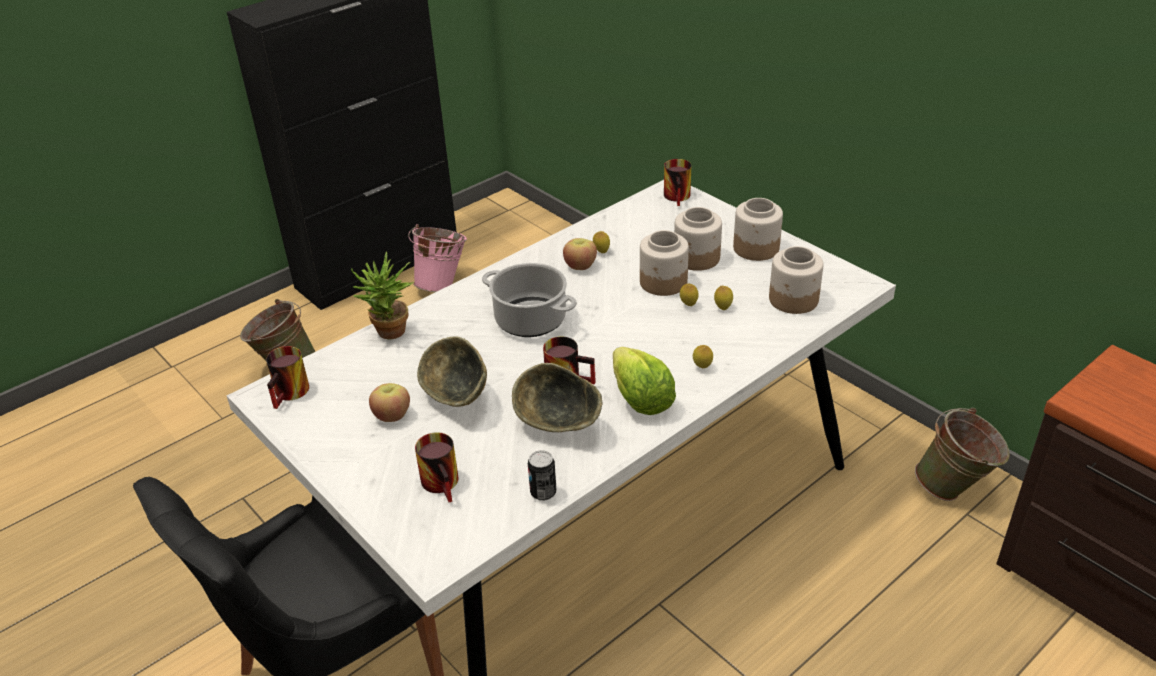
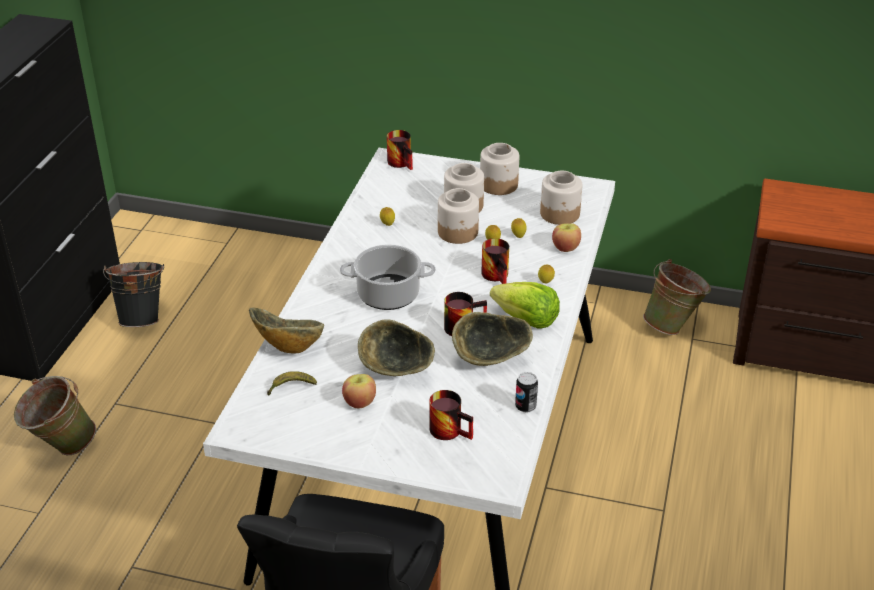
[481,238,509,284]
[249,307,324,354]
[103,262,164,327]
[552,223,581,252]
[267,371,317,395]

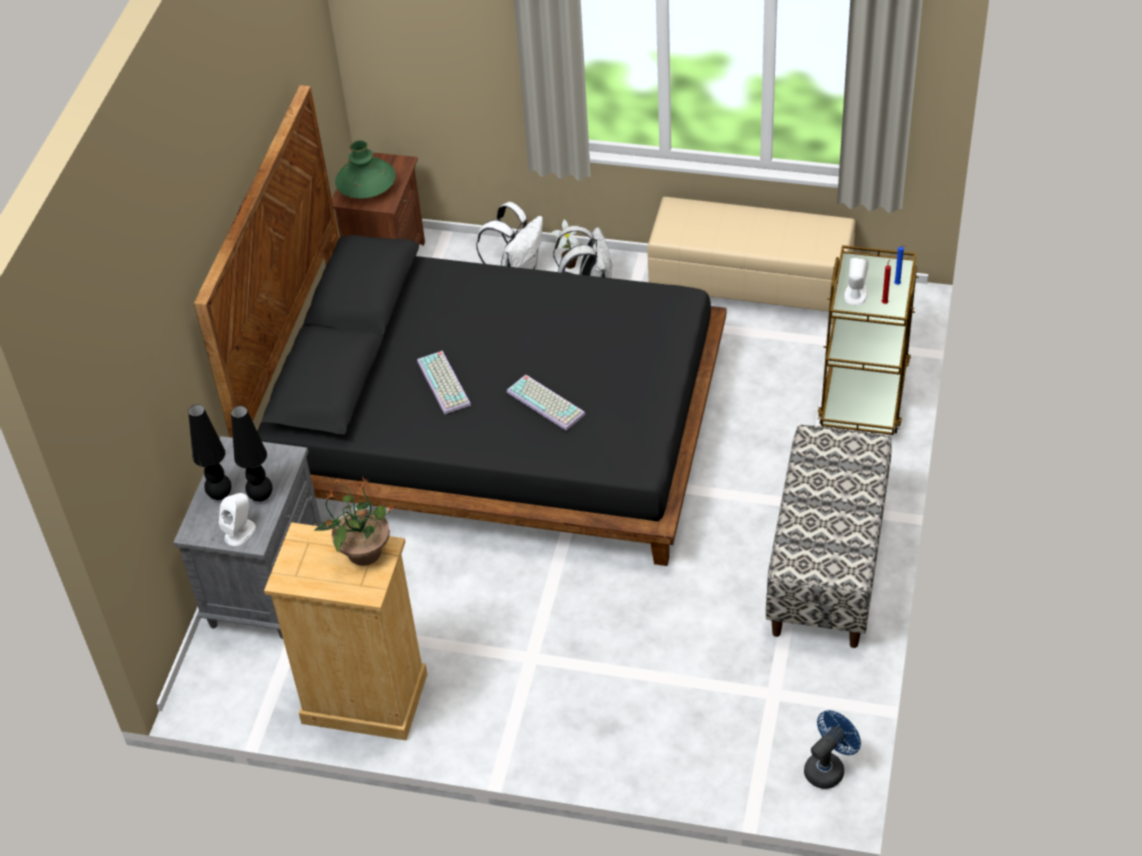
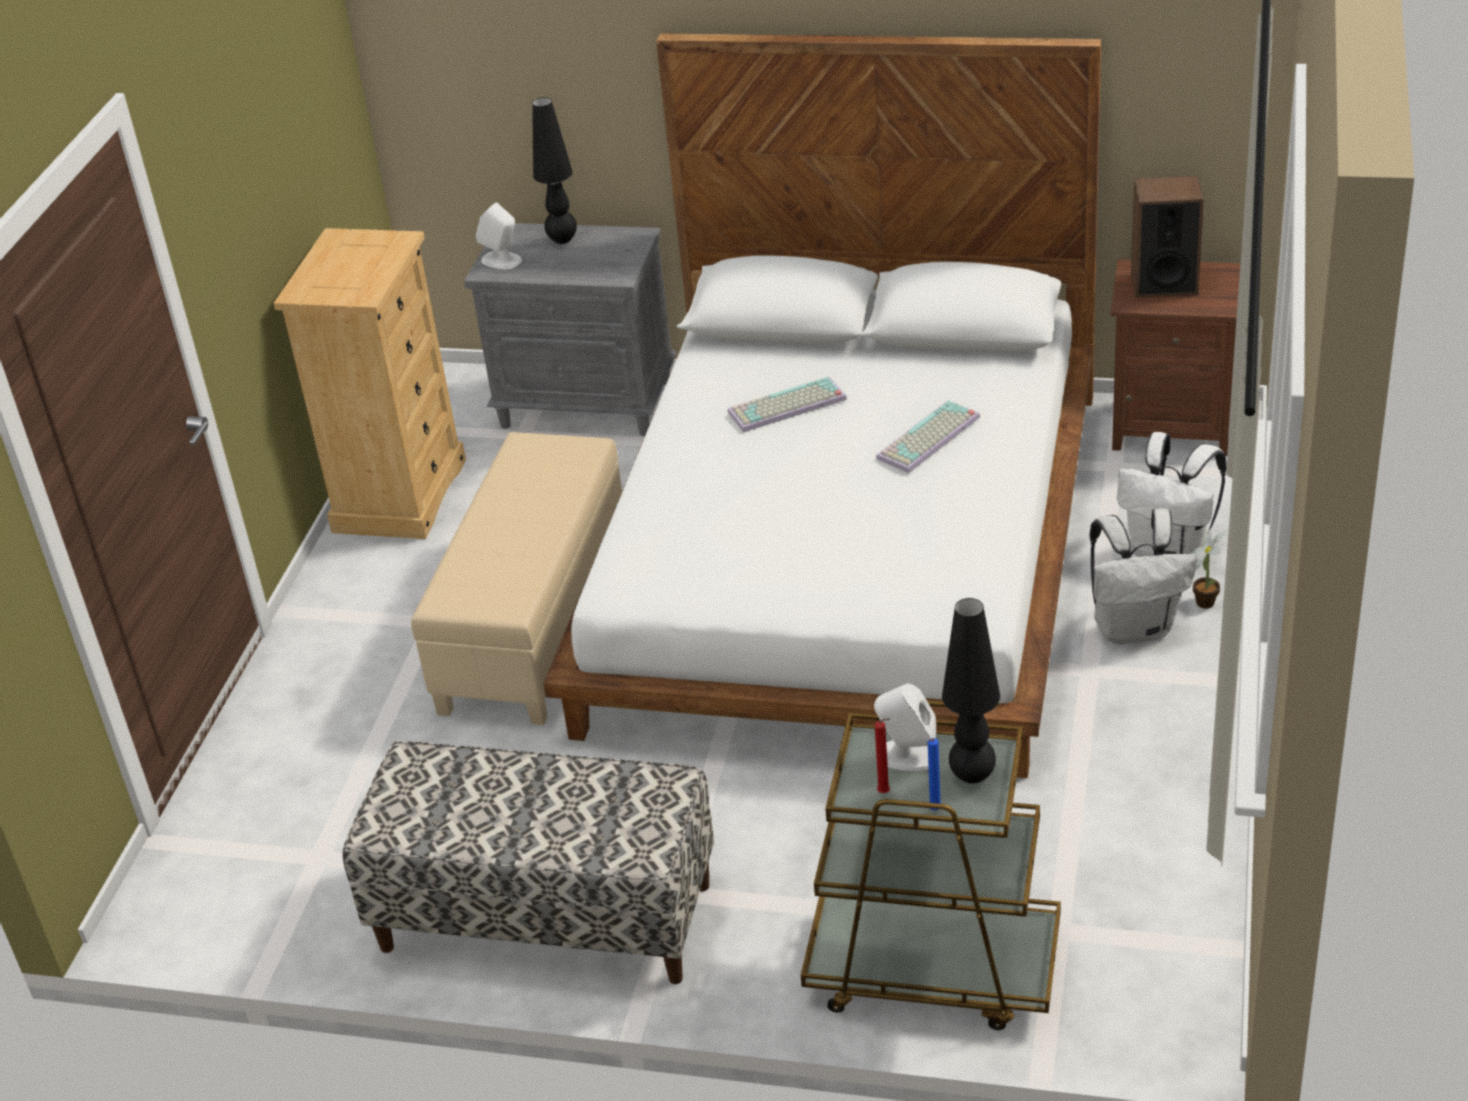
[543,33,1101,778]
[942,598,1000,784]
[314,476,396,566] (first image)
[1131,175,1204,298]
[876,400,980,473]
[411,432,622,725]
[804,710,861,789] (first image)

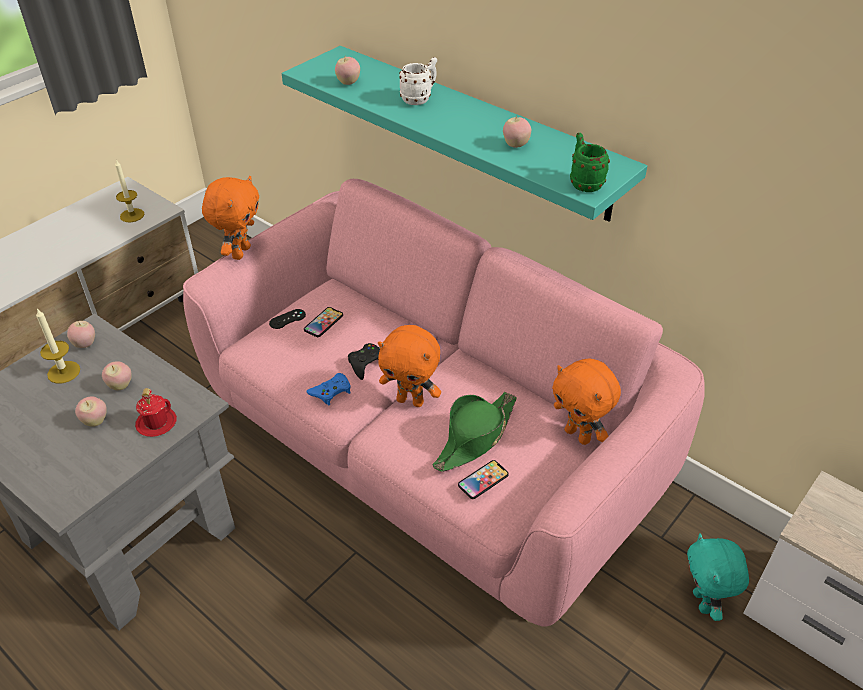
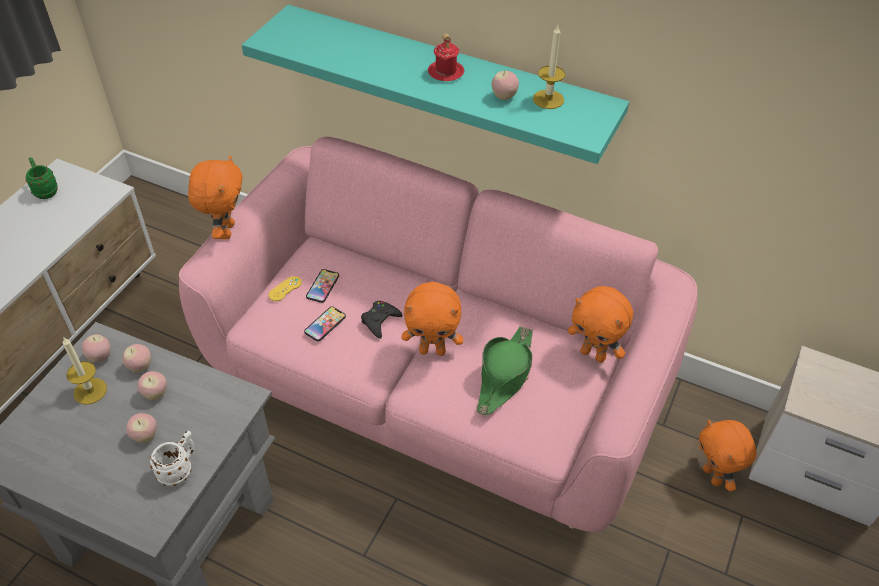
[533,25,566,109]
[428,33,464,81]
[268,276,302,301]
[306,373,351,405] (first image)
[122,344,151,372]
[150,431,194,487]
[304,306,346,342]
[26,157,58,199]
[699,420,757,491]

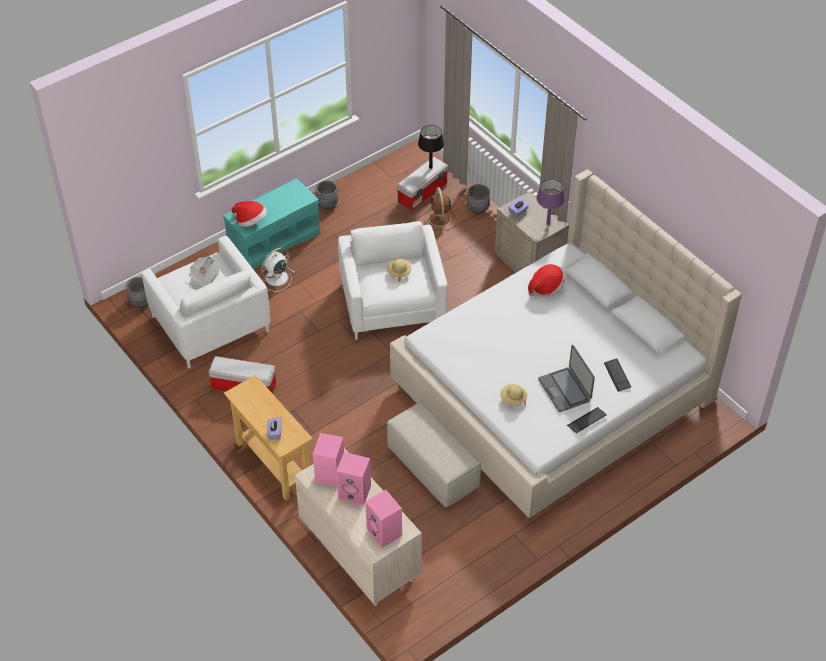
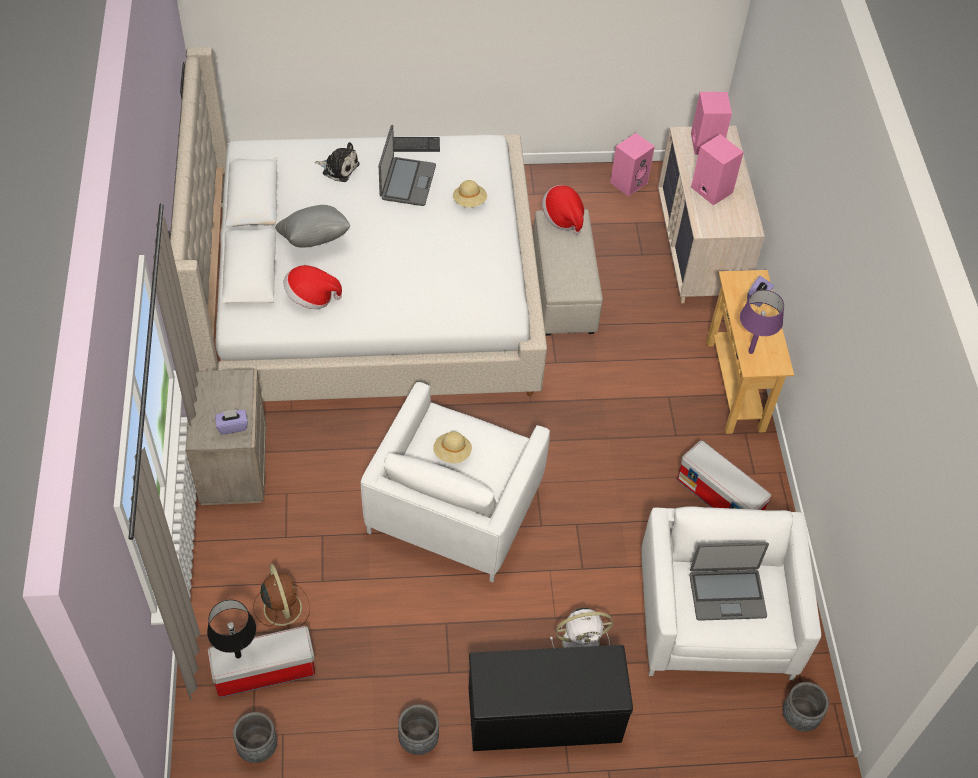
[689,542,769,621]
[468,645,633,751]
[542,185,584,235]
[610,133,655,197]
[253,564,310,627]
[233,712,277,763]
[740,290,784,354]
[315,142,360,182]
[275,205,350,248]

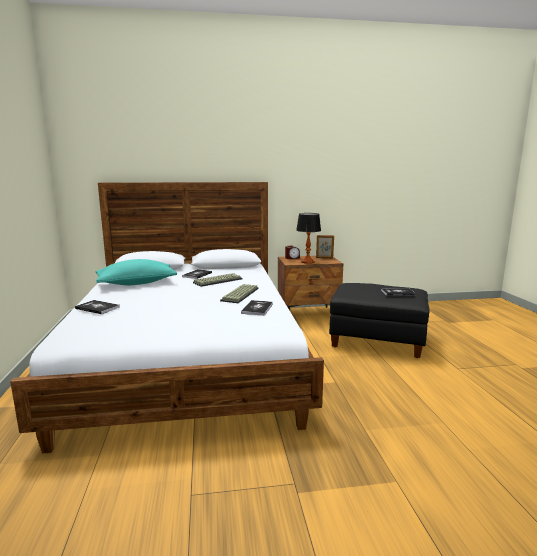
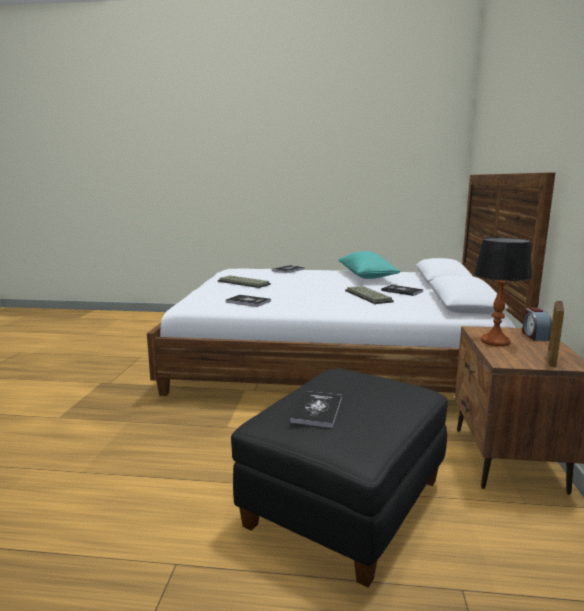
[218,275,271,288]

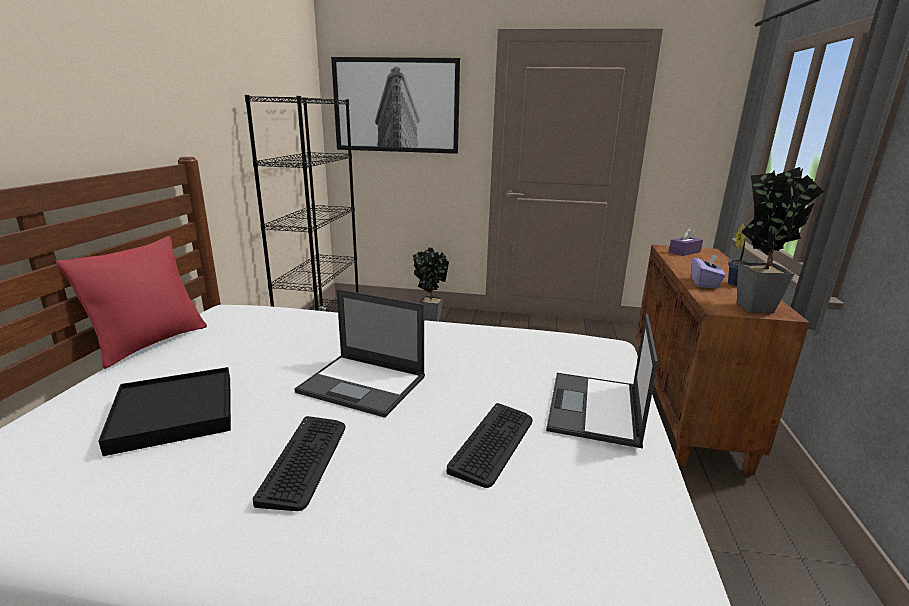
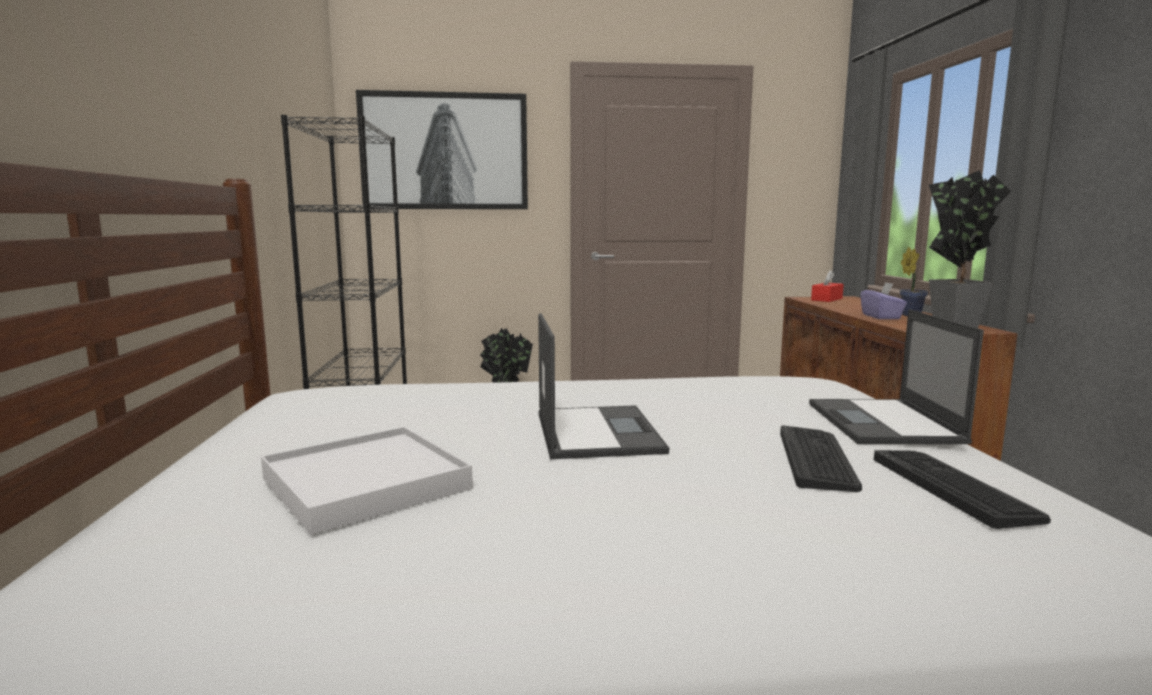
[56,236,207,369] (first image)
[261,427,473,535]
[874,450,1051,529]
[538,313,669,459]
[811,270,844,302]

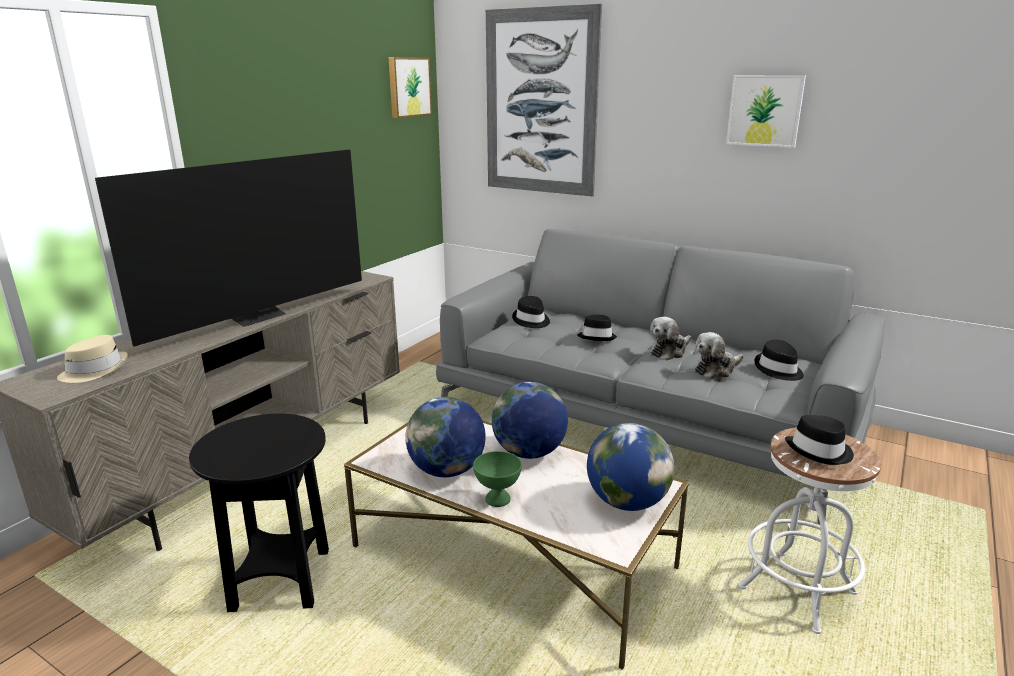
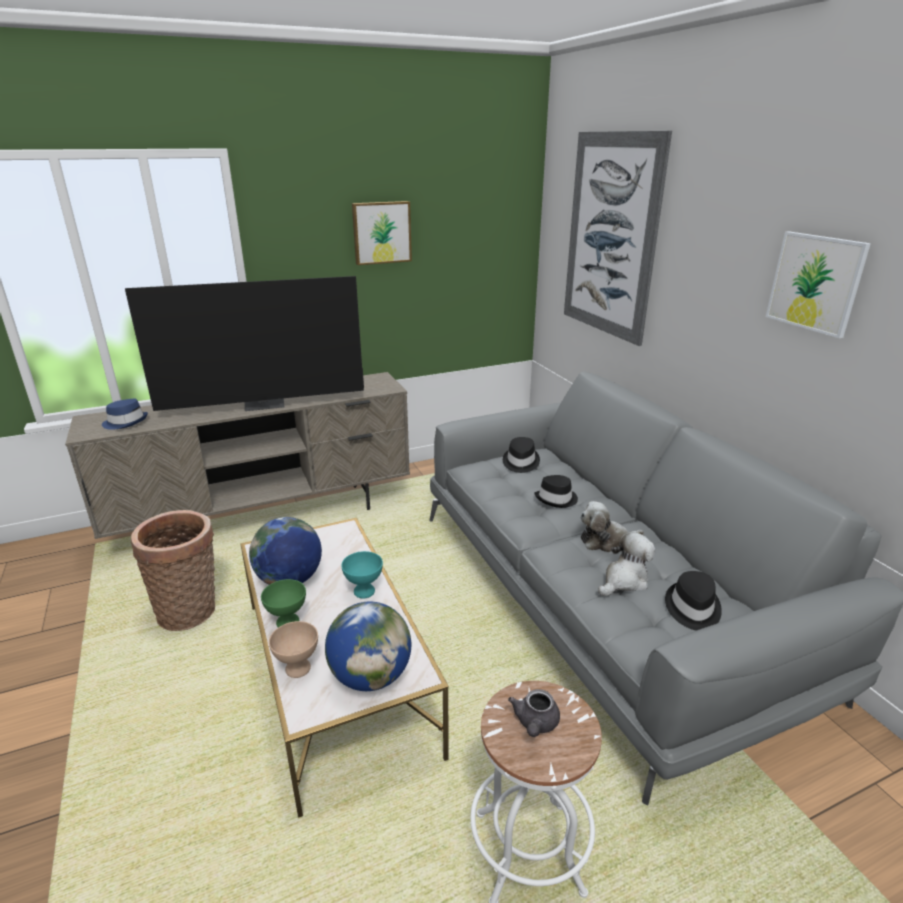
[102,398,148,430]
[131,510,215,631]
[352,201,412,265]
[341,551,383,598]
[598,532,655,596]
[508,689,560,737]
[269,621,318,678]

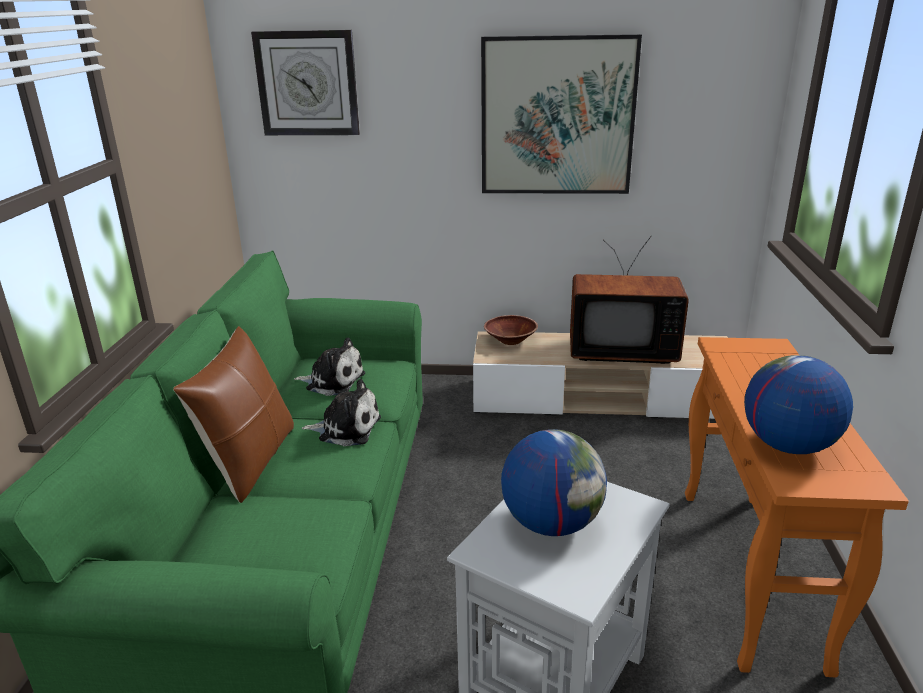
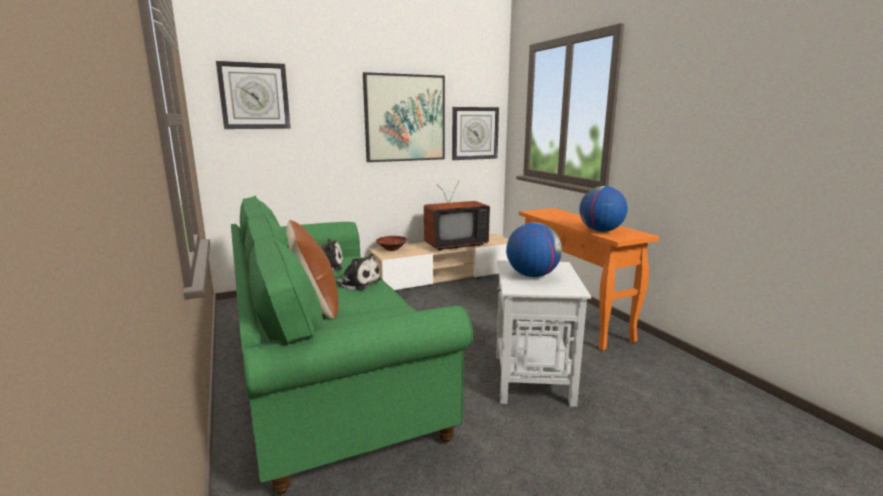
[335,254,381,290]
[452,107,499,160]

